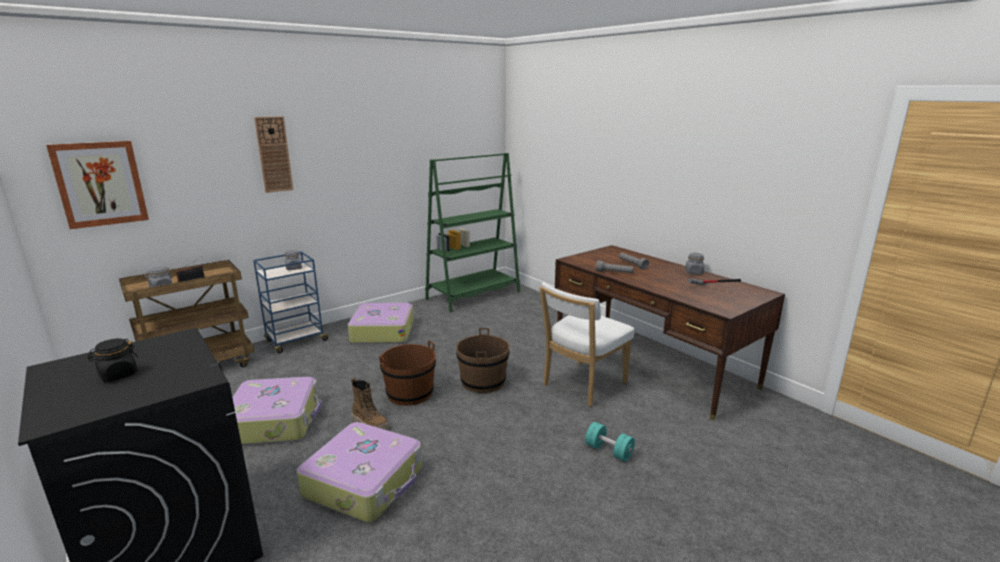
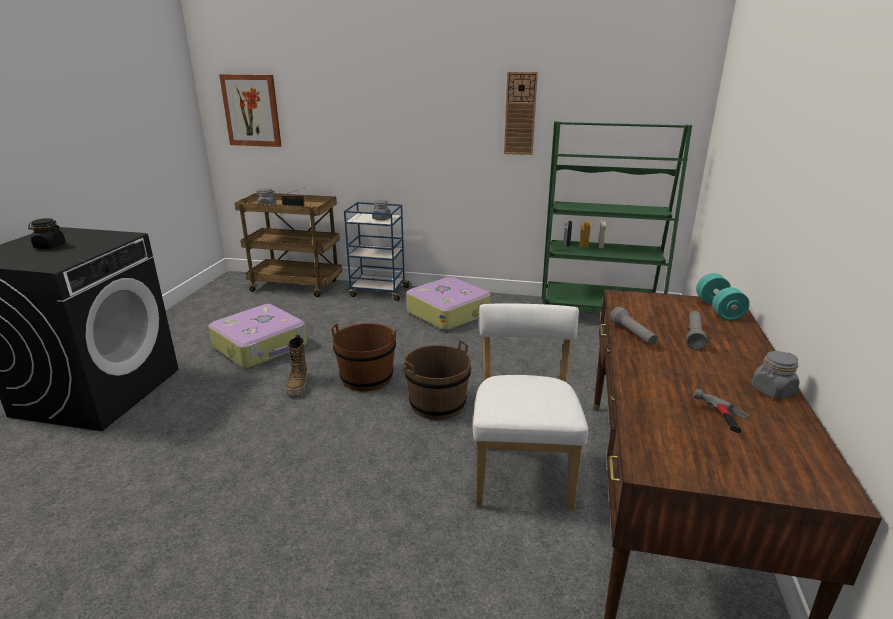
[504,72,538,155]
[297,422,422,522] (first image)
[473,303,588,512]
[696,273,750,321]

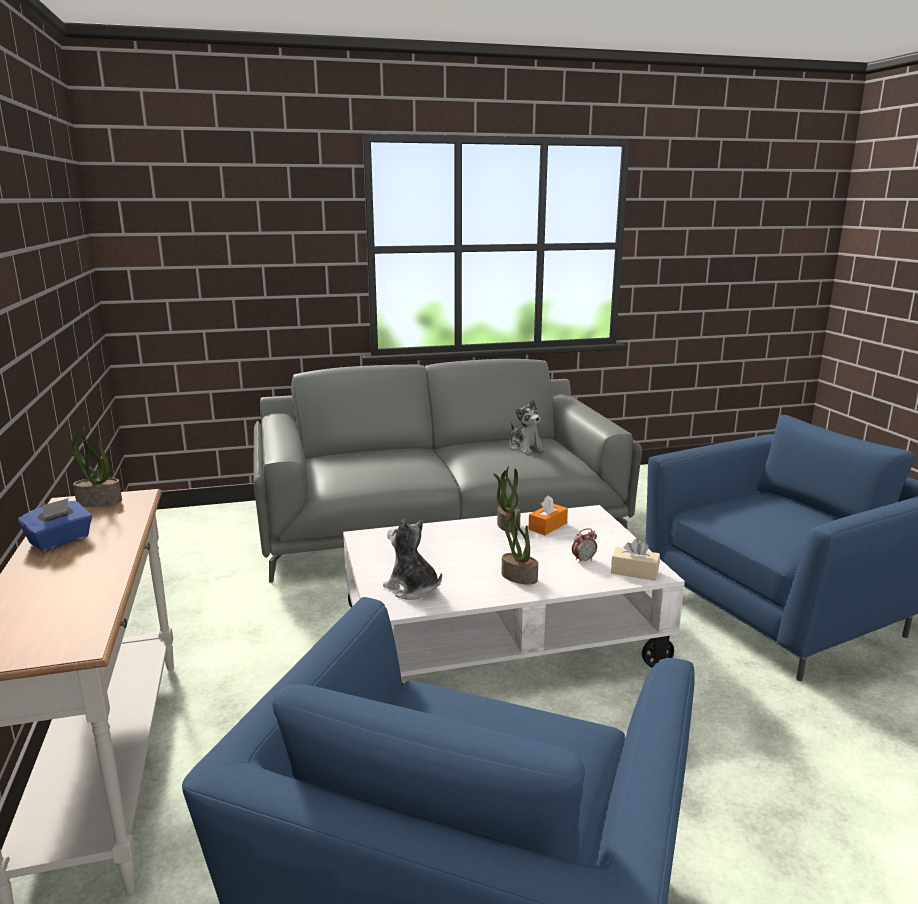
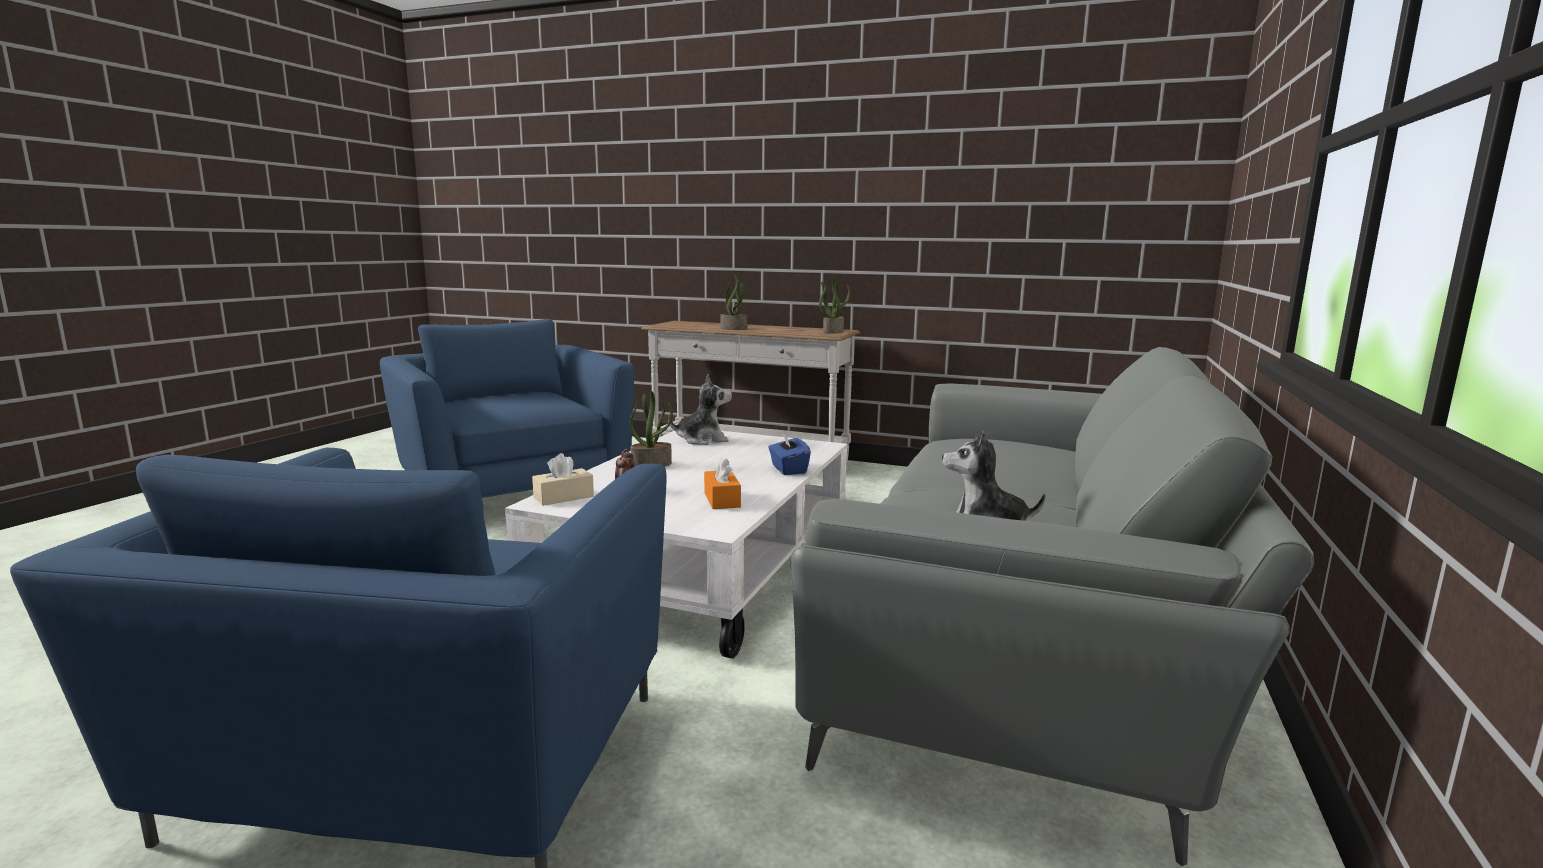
[768,433,811,475]
[720,276,747,330]

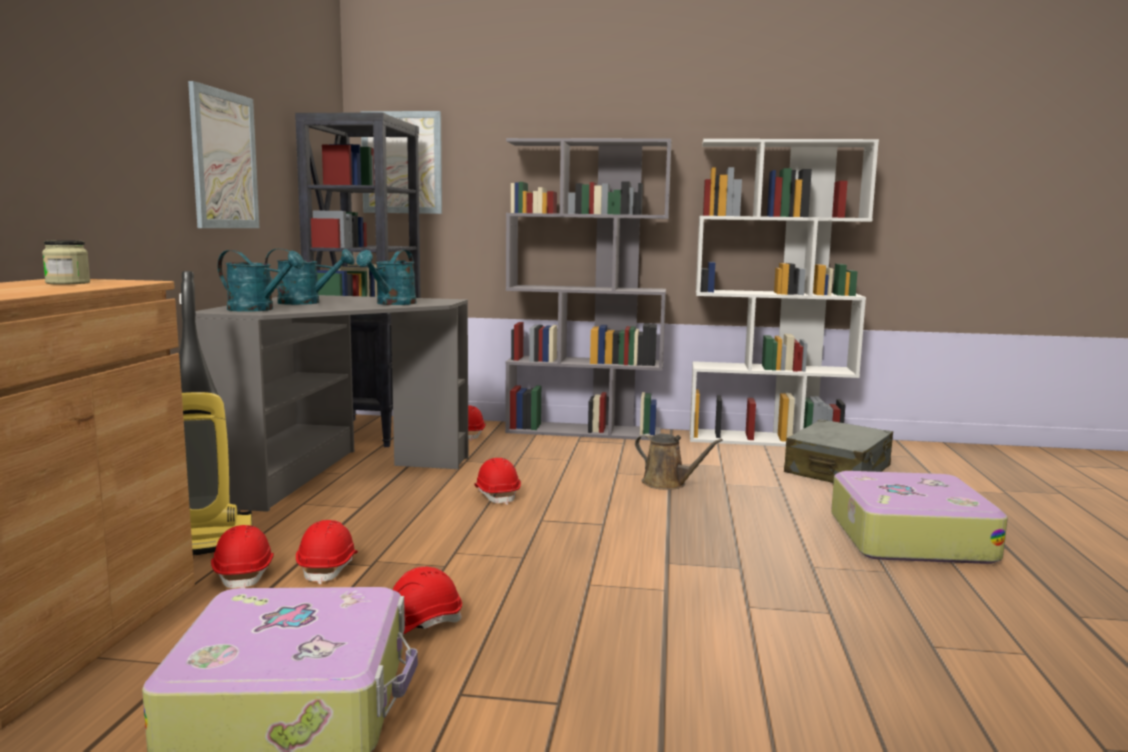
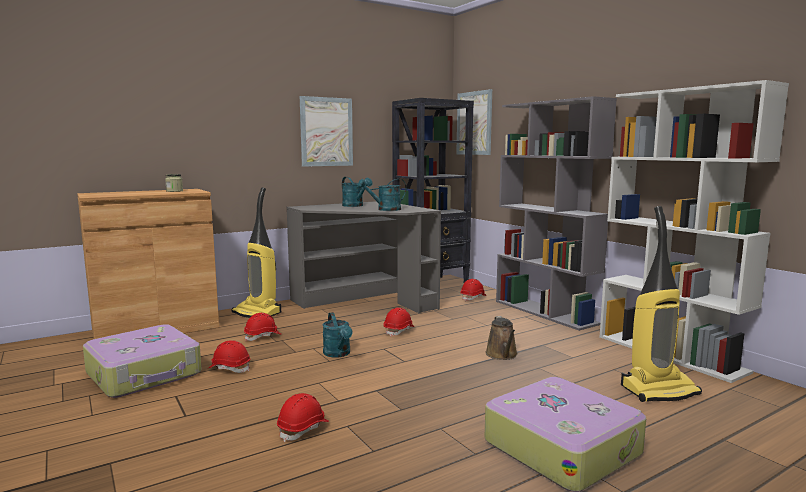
[277,393,329,442]
[322,312,353,357]
[621,206,702,402]

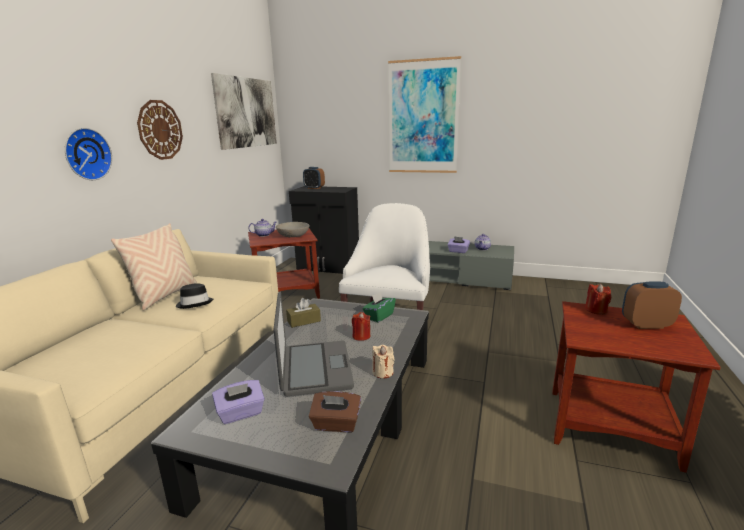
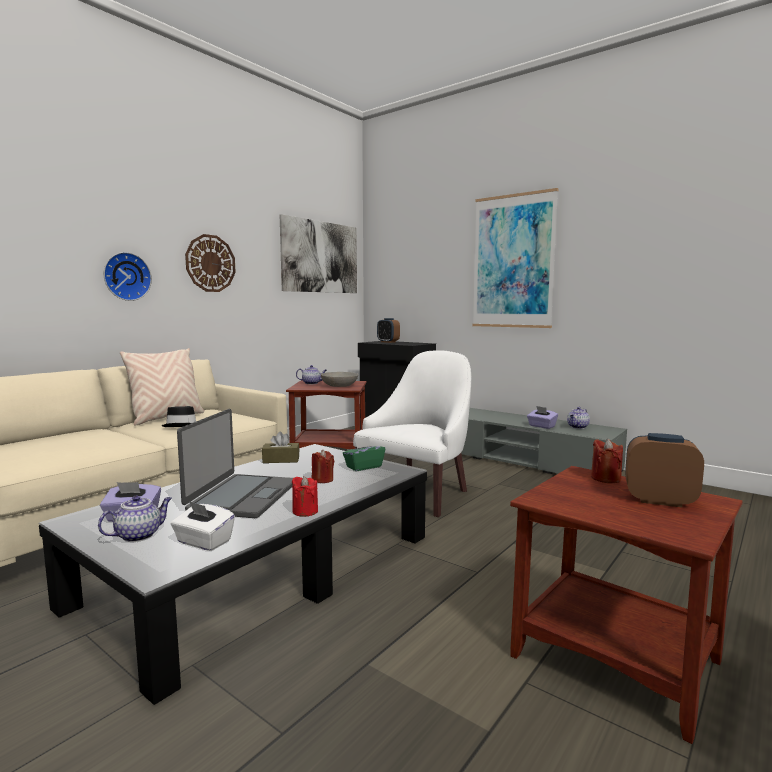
[171,501,235,551]
[292,476,318,517]
[98,496,172,542]

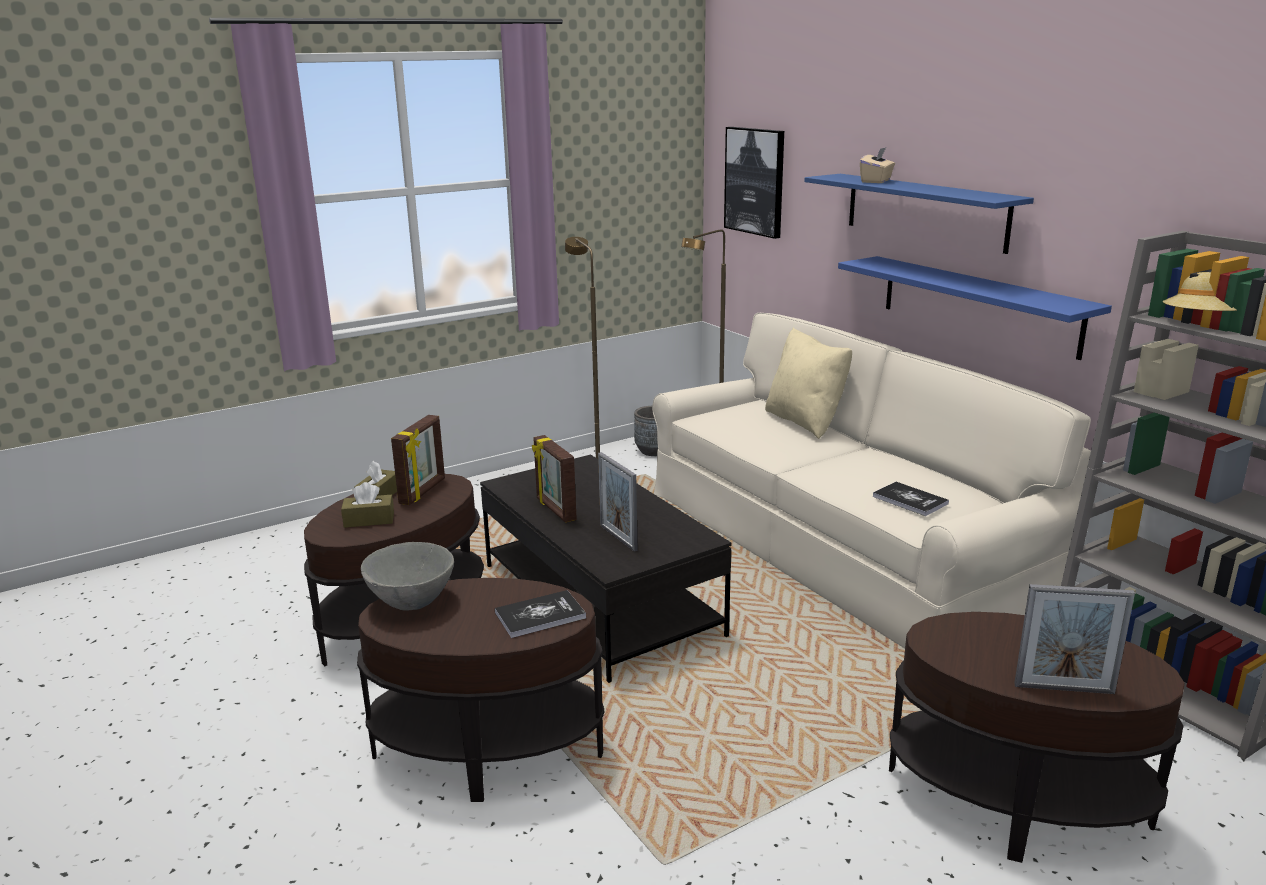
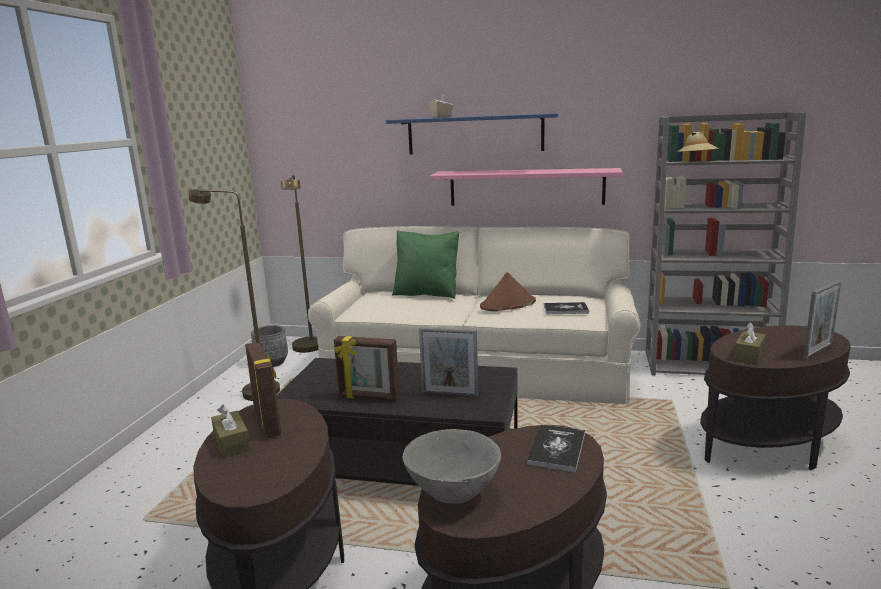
[734,322,766,363]
[724,127,784,239] (first image)
[392,230,459,299]
[430,168,623,206]
[480,272,536,311]

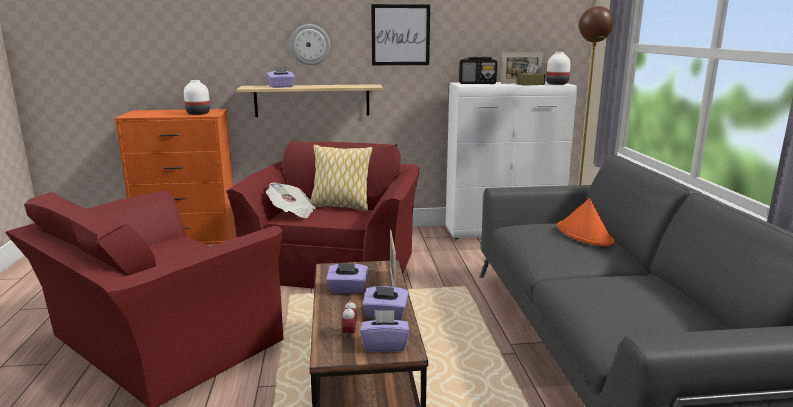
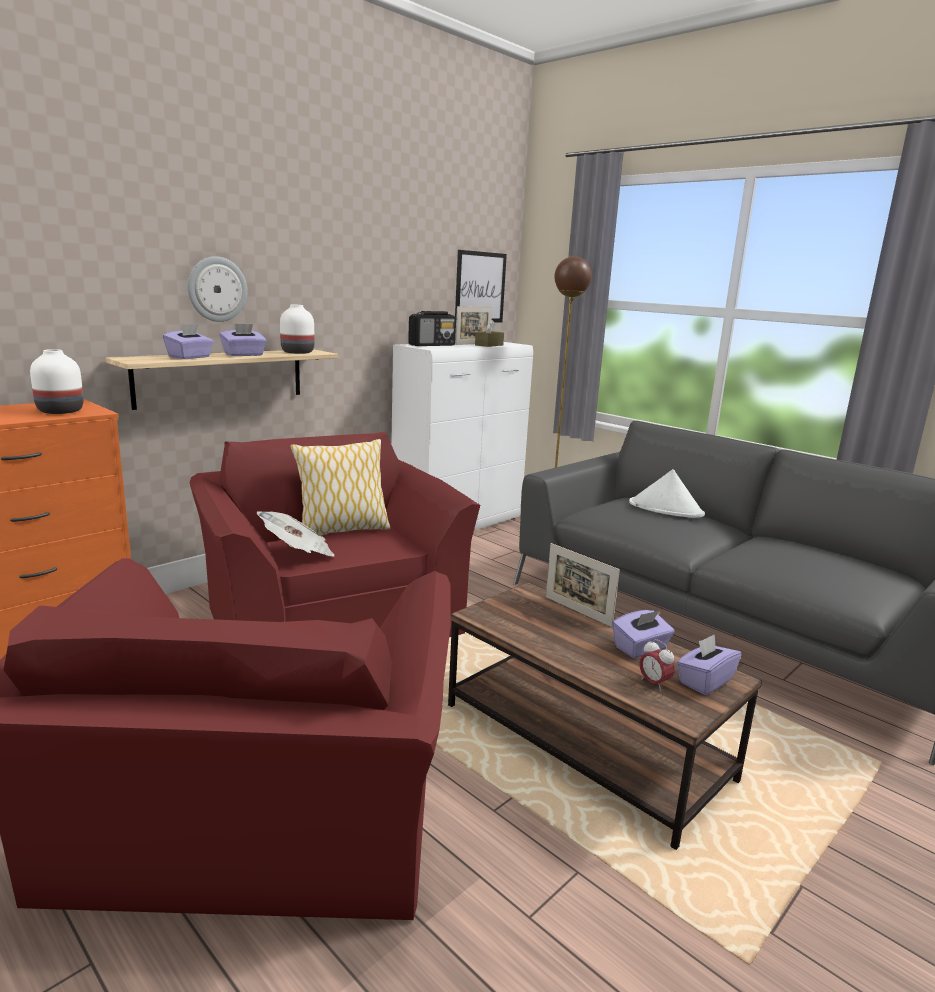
[220,324,267,356]
[455,250,507,322]
[280,304,314,354]
[629,469,705,518]

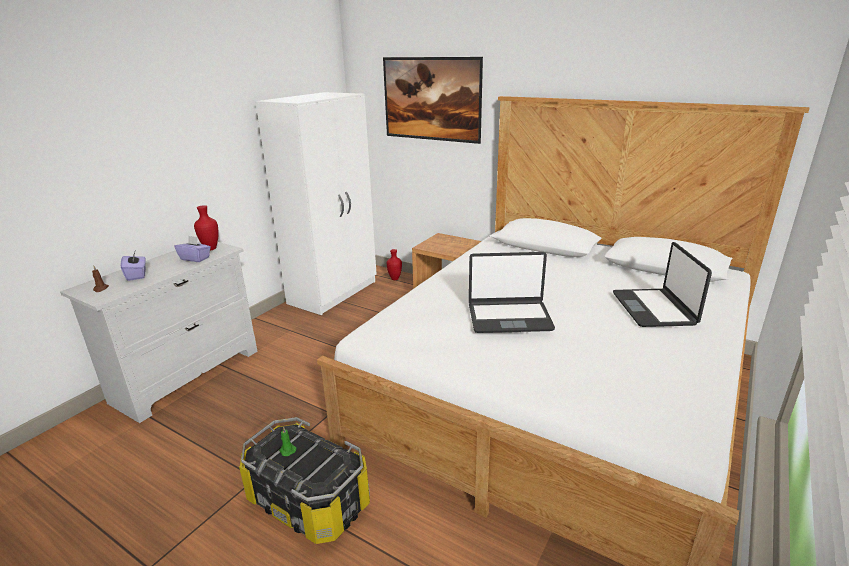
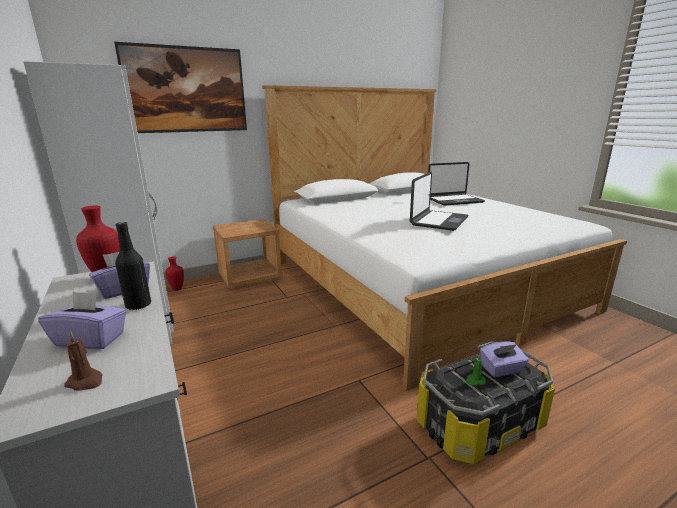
[428,162,485,206]
[115,222,151,310]
[480,341,529,377]

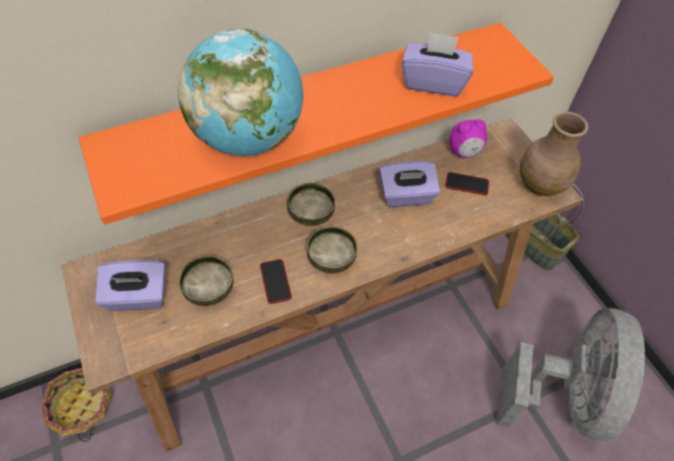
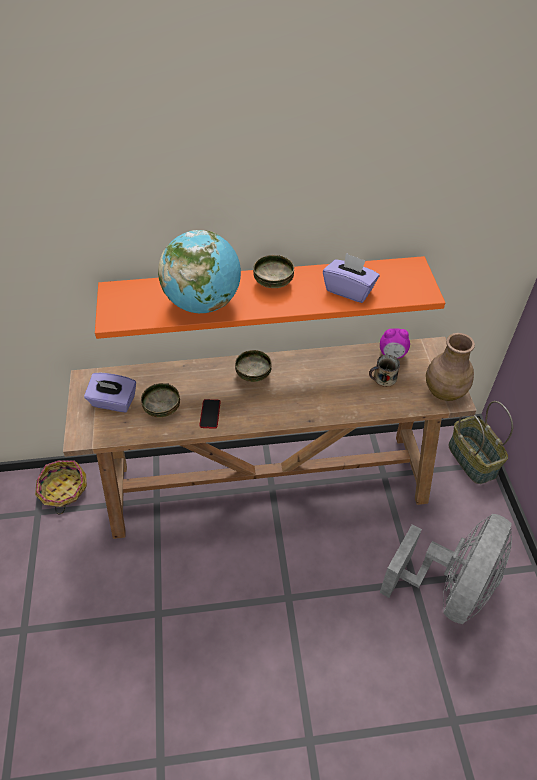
[253,255,294,288]
[379,161,440,207] (first image)
[369,355,400,387]

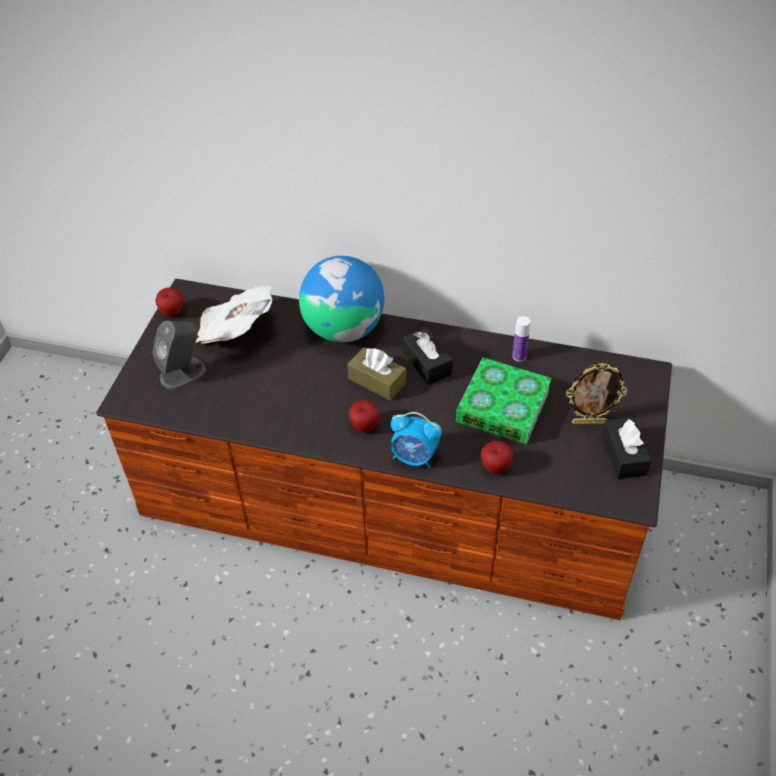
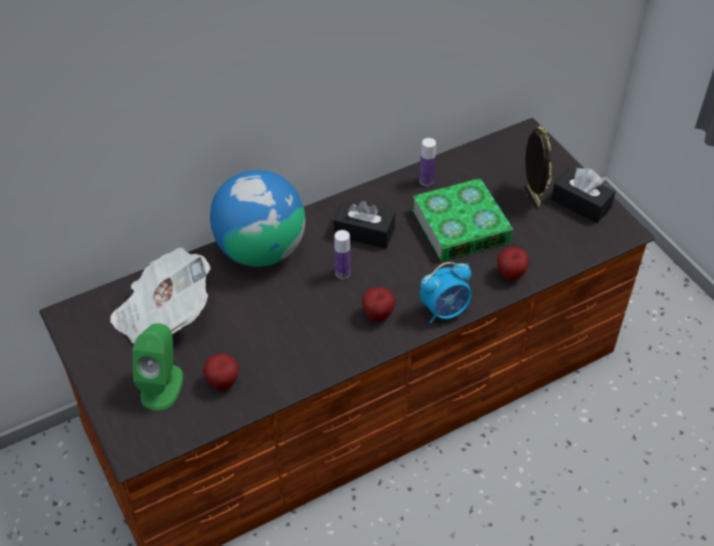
[132,323,183,410]
[203,354,239,390]
[334,230,350,279]
[526,126,552,207]

